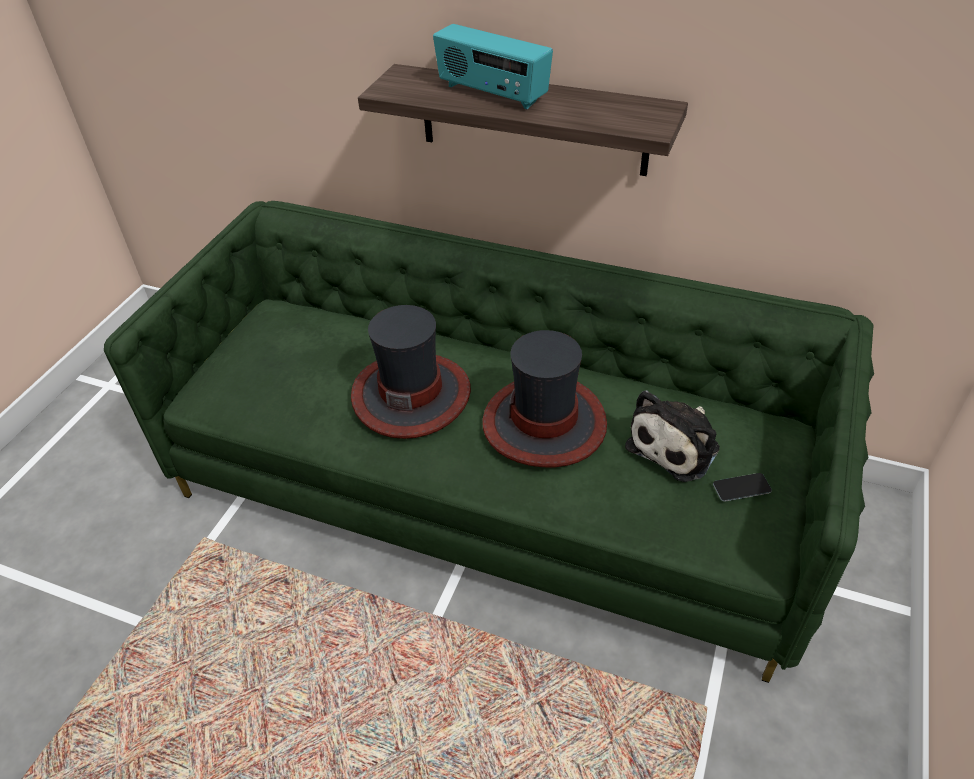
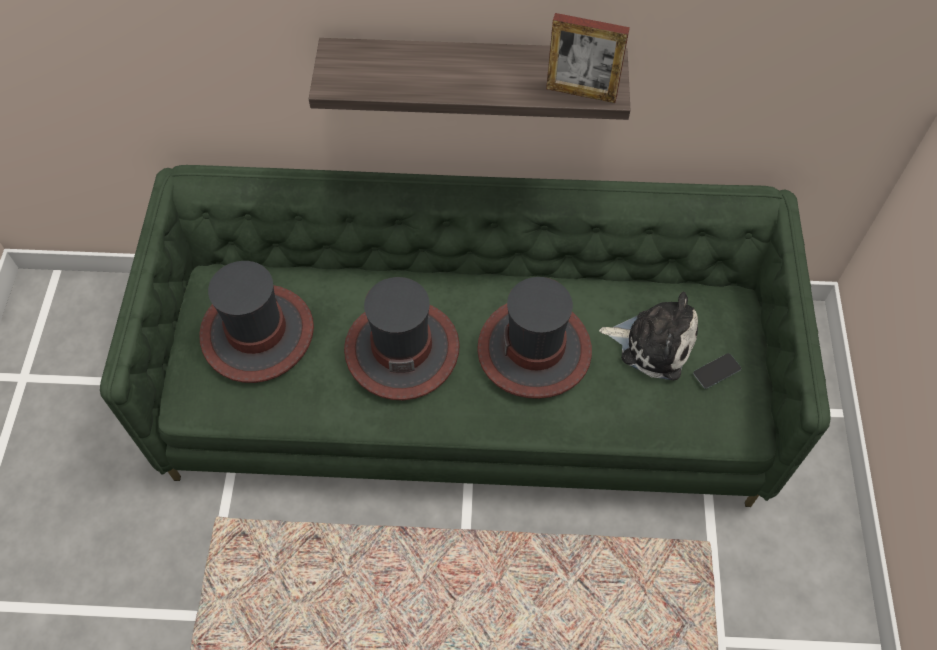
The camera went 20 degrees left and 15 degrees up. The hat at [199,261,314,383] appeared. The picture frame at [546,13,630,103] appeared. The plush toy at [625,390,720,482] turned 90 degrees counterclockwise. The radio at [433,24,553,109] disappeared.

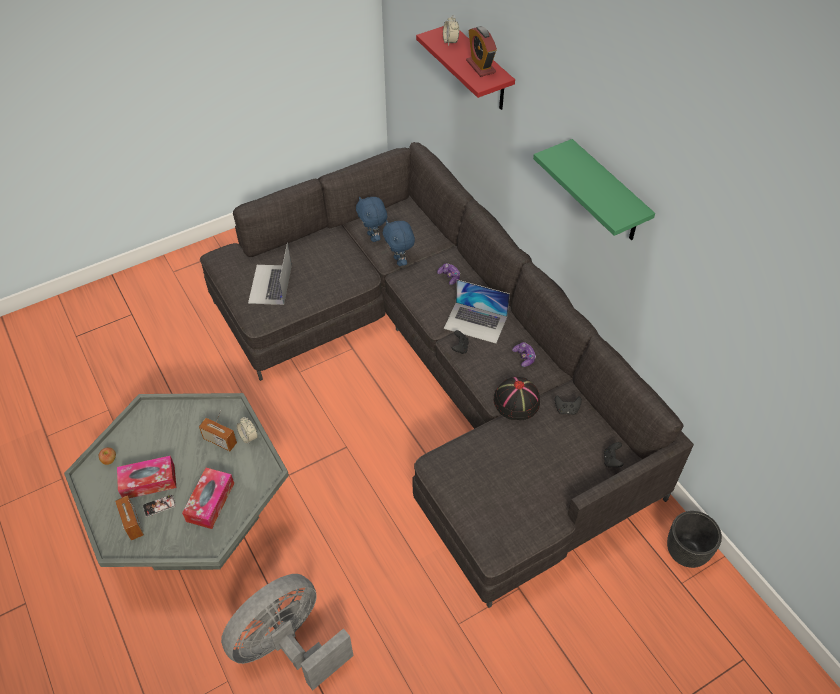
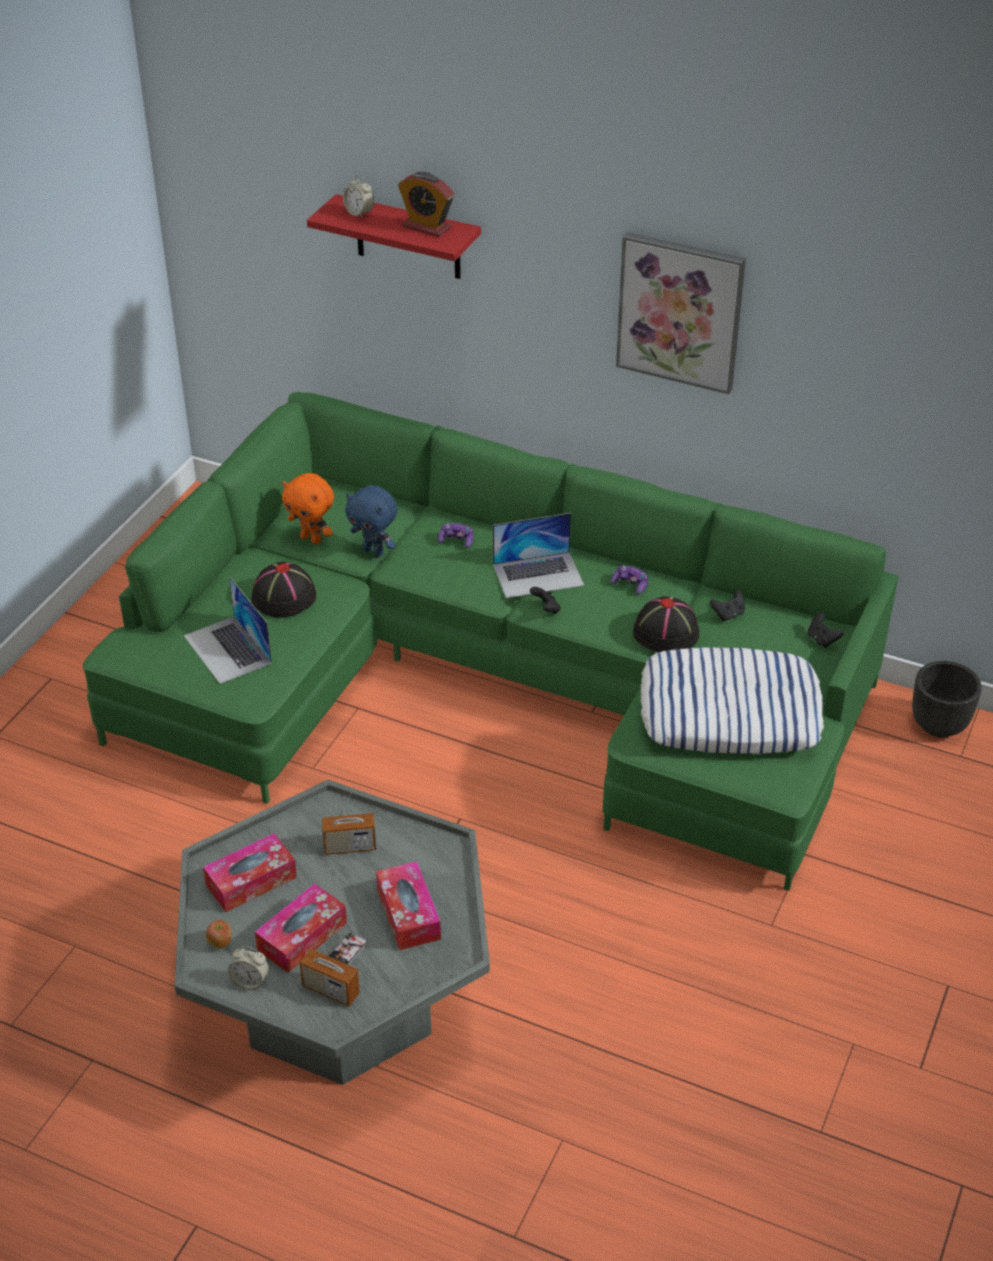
The camera went 35 degrees left and 10 degrees down. The grey sofa at [200,142,694,608] became the green sofa at [83,392,898,891]. The tissue box at [203,833,297,912] appeared. The alarm clock moved from [237,417,258,445] to [228,946,269,990]. The black hat at [251,561,316,618] appeared. The blue plush toy at [356,196,387,242] became the orange plush toy at [282,473,334,544]. The green shelf at [533,139,655,240] was replaced by the picture at [616,232,746,394]. The pillow at [641,647,824,754] appeared. The grey fan at [221,574,354,690] disappeared.

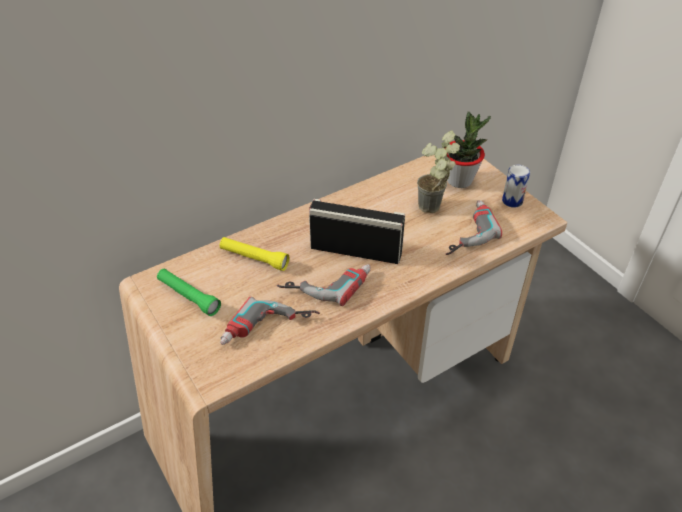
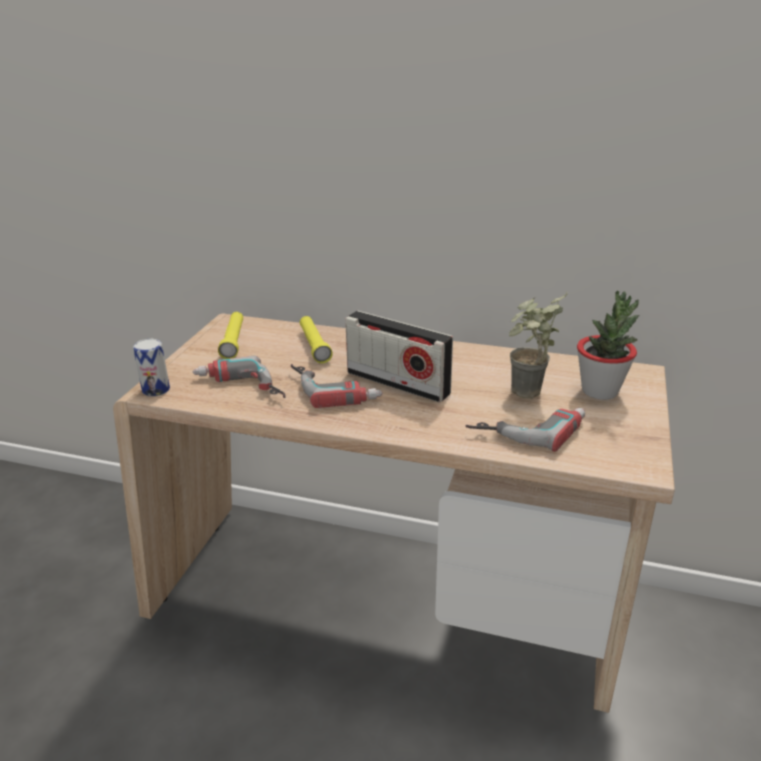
The camera went 50 degrees right and 15 degrees down. The can moved from [502,165,530,208] to [133,339,170,397]. The green flashlight at [157,269,221,316] became the yellow flashlight at [218,312,243,359]. The radio at [309,199,405,264] turned 150 degrees clockwise.

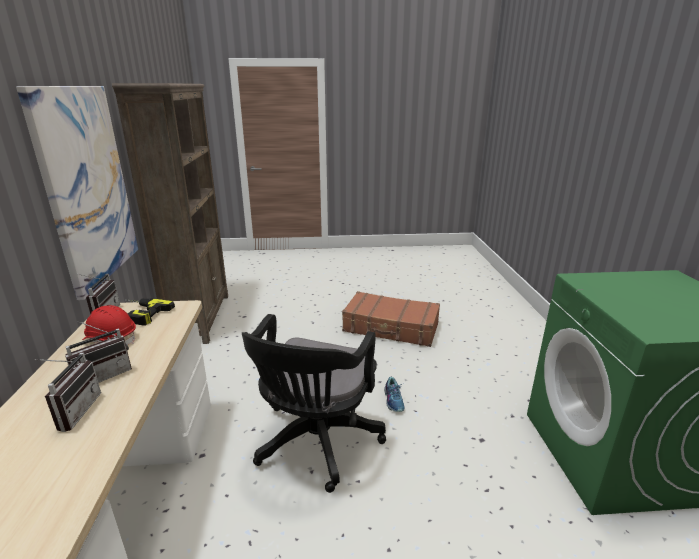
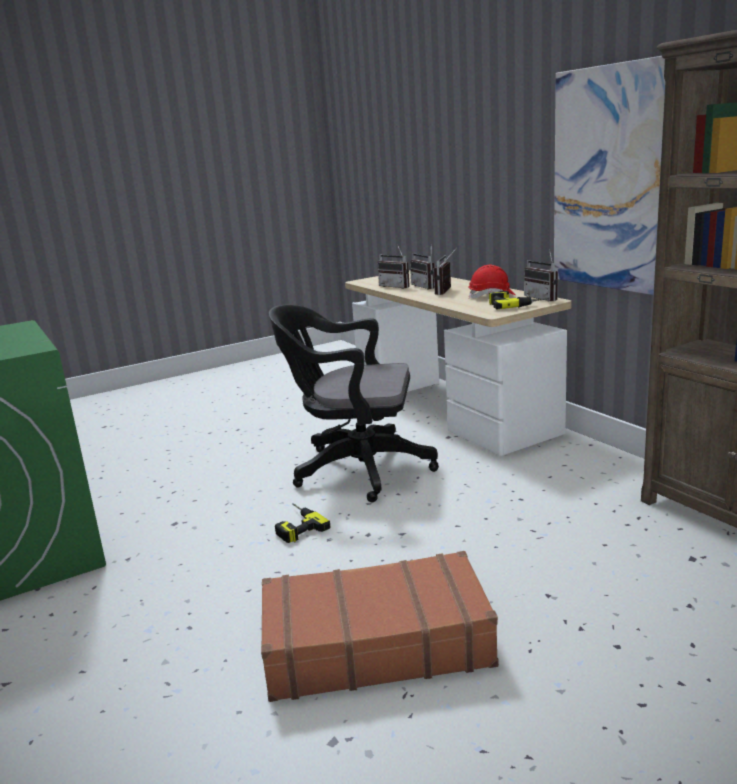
The camera went 155 degrees right and 5 degrees down. The black office chair at [242,314,386,493] turned 75 degrees counterclockwise. The shoe at [384,376,405,412] was replaced by the power drill at [275,503,330,543]. The radio at [377,244,410,289] appeared.

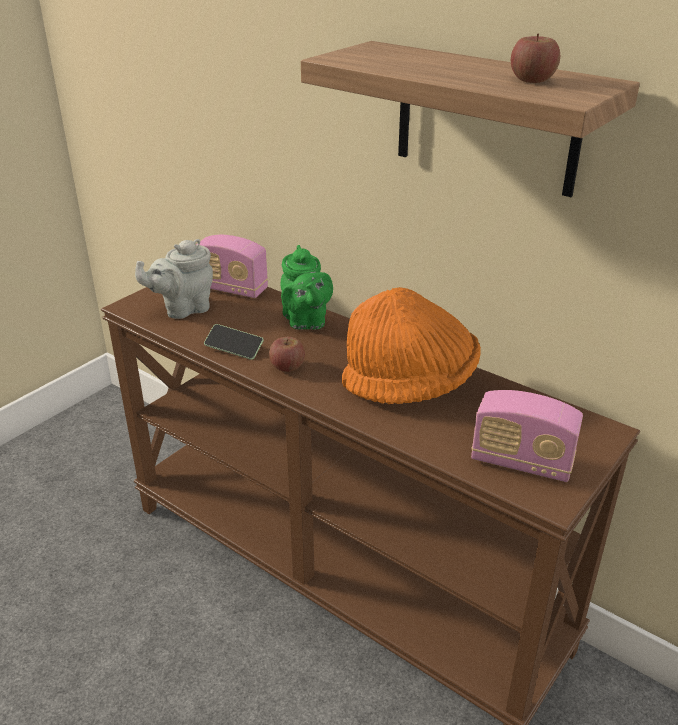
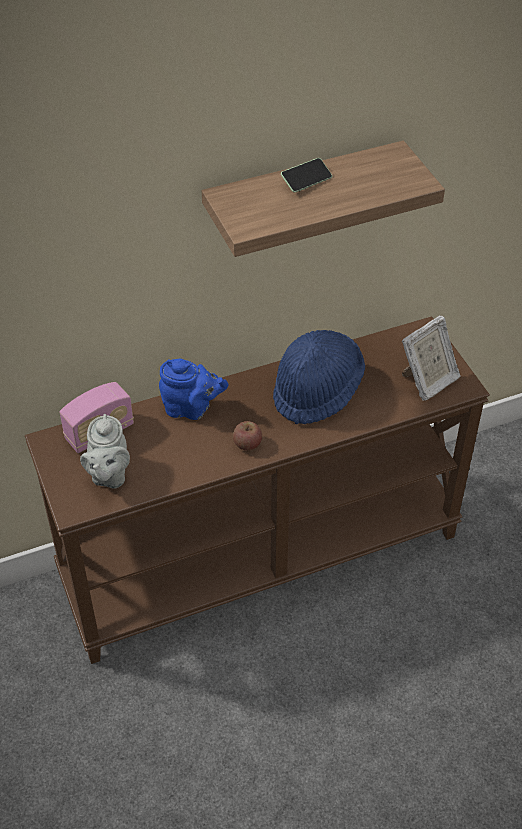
The camera went 60 degrees left and 15 degrees up. The green teapot at [281,245,333,330] became the blue teapot at [159,359,229,420]. The orange hat at [342,287,481,404] became the blue hat at [273,330,365,424]. The phone moved from [204,324,264,360] to [281,158,332,192]. The radio at [471,390,583,482] was replaced by the picture frame at [402,315,461,401]. The apple at [511,34,560,83] disappeared.

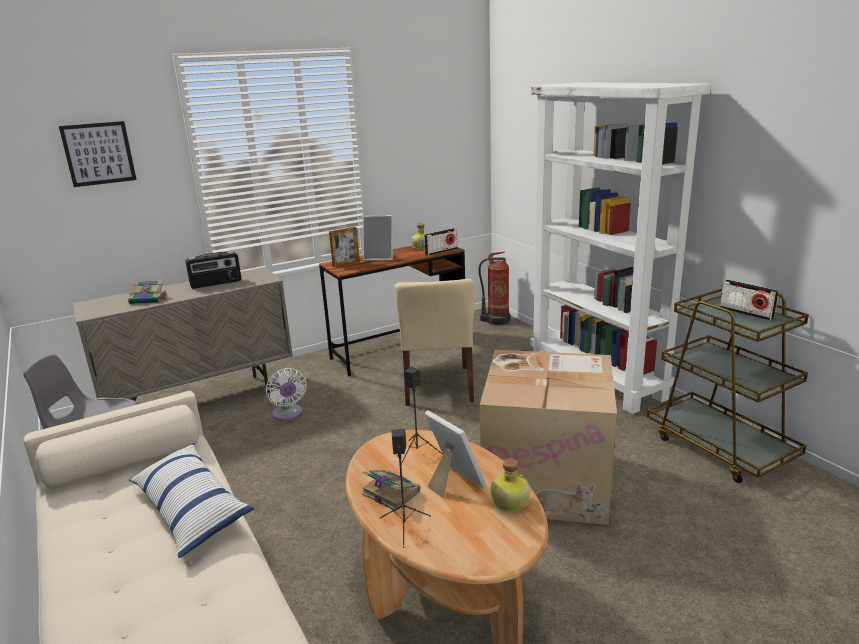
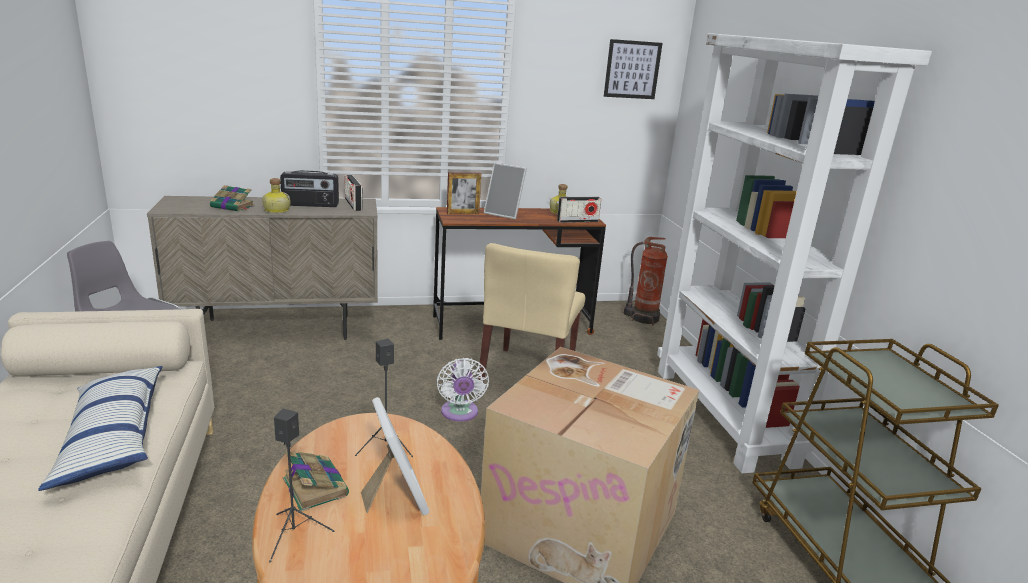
The camera went 15 degrees right and 0 degrees up. The bottle moved from [491,459,530,512] to [262,178,291,213]. The radio moved from [720,280,779,321] to [345,175,363,211]. The white fan moved from [265,368,307,421] to [437,358,489,422]. The picture moved from [59,121,137,187] to [604,39,663,99].

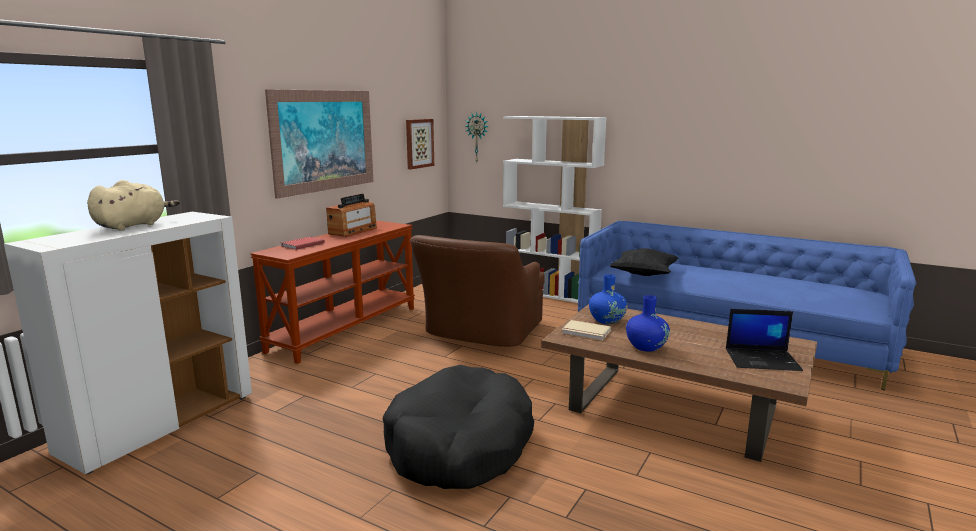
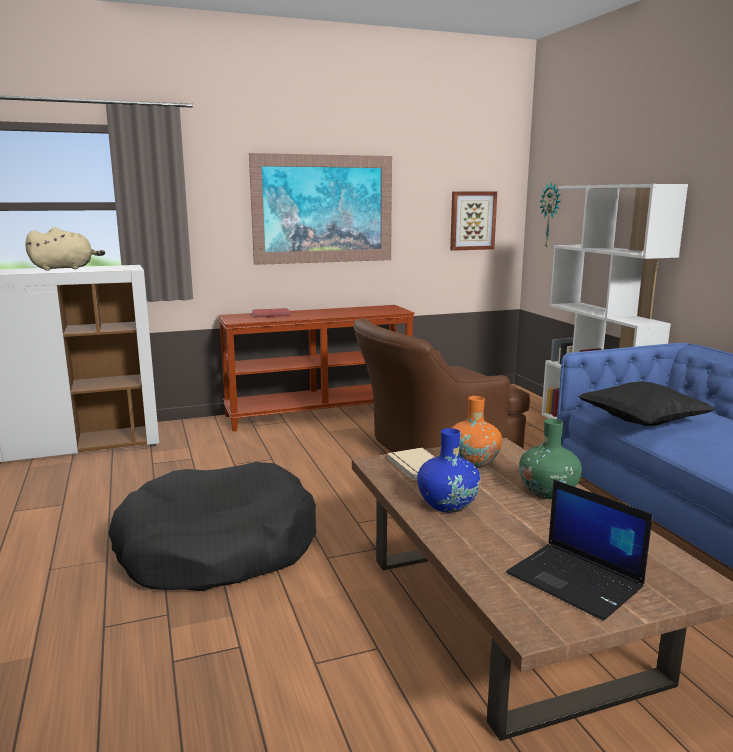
The camera went 40 degrees right and 0 degrees up. The blue vase at [589,274,627,324] became the orange vase at [452,396,502,468]. The green vase at [519,419,582,499] appeared. The radio at [326,194,377,237] disappeared.

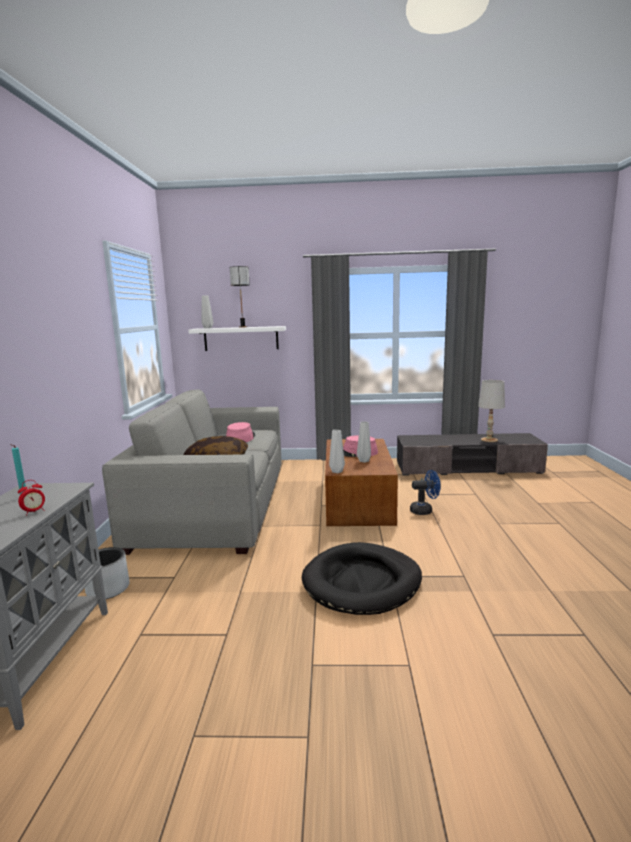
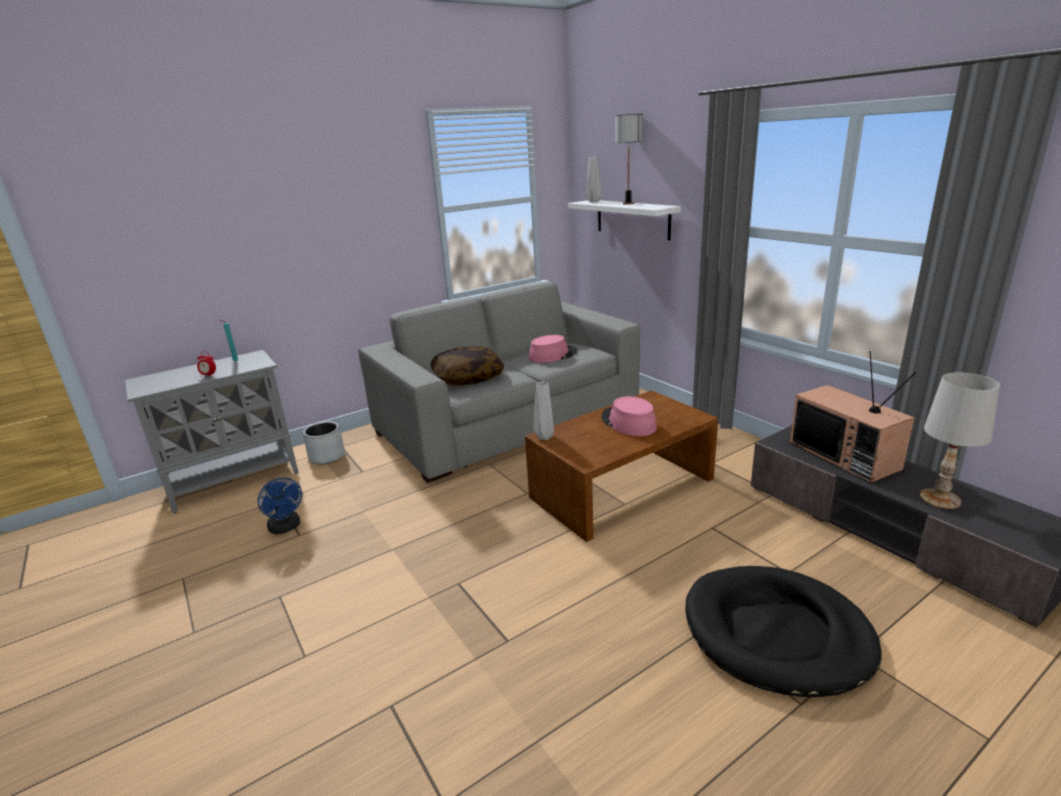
The camera went 55 degrees right and 10 degrees up. The blue fan moved from [410,470,441,515] to [258,477,302,534]. The black dog bed moved from [302,542,422,615] to [685,566,881,697]. The television at [790,351,917,483] appeared. The grey vase at [357,421,371,463] disappeared.

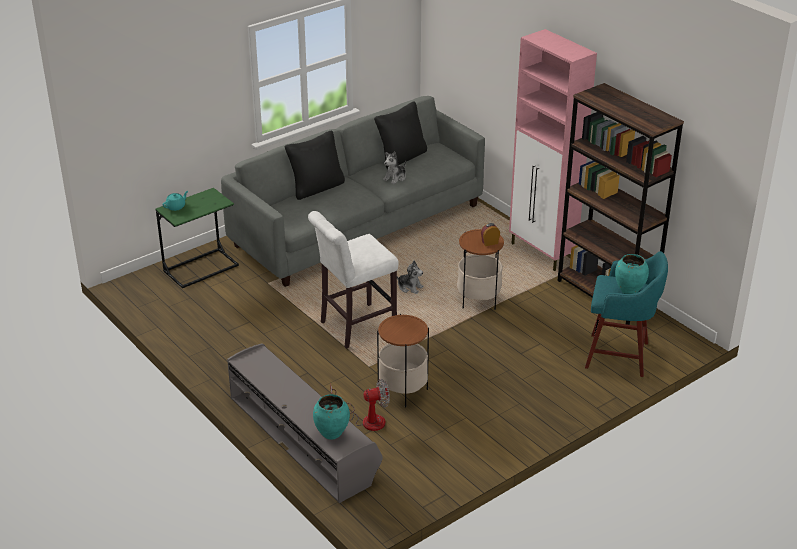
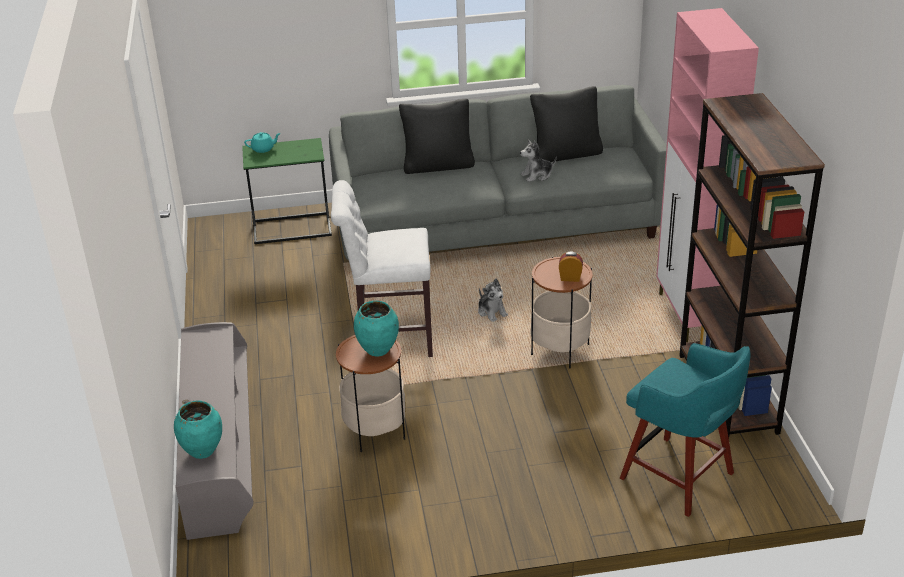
The camera went 30 degrees right and 0 degrees up. The turquoise vase moved from [615,254,649,294] to [354,301,399,357]. The fan at [330,379,390,431] disappeared.

